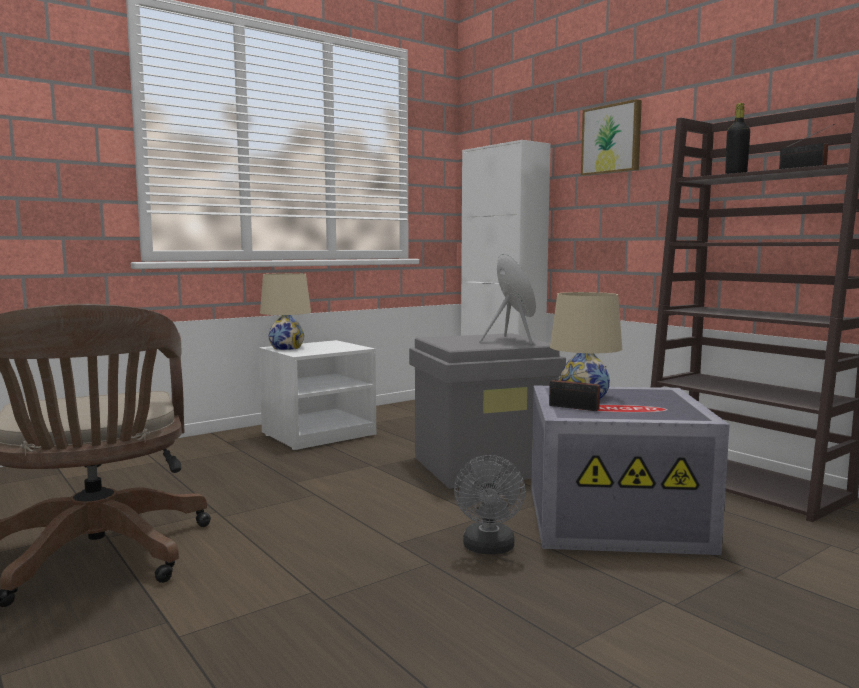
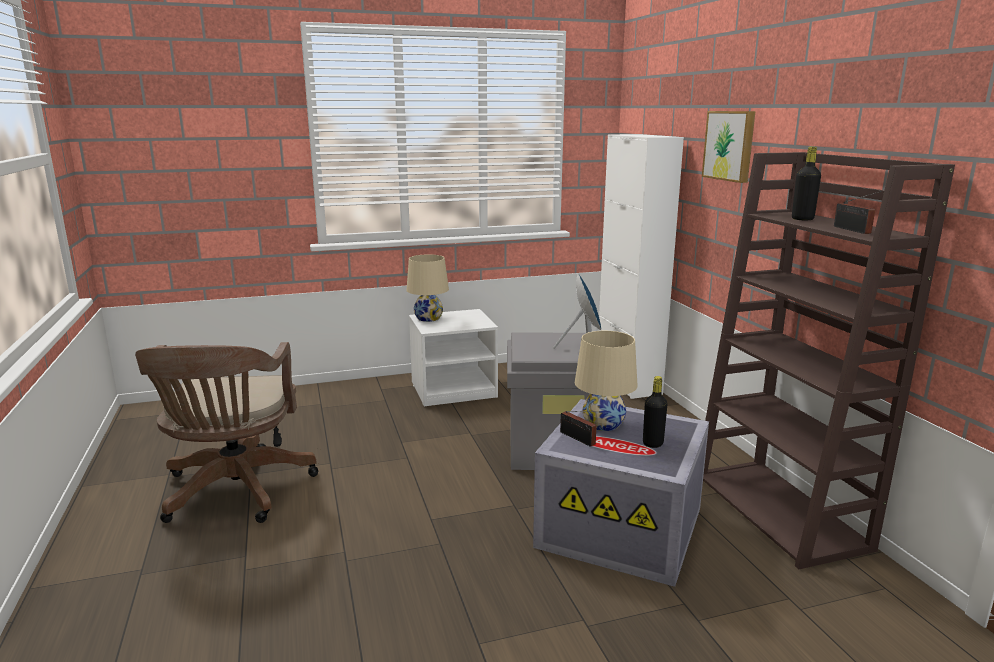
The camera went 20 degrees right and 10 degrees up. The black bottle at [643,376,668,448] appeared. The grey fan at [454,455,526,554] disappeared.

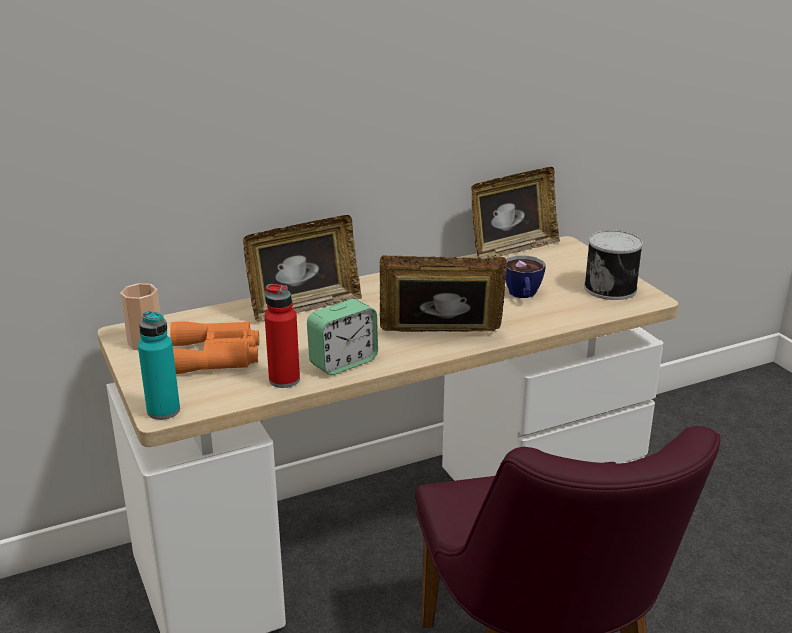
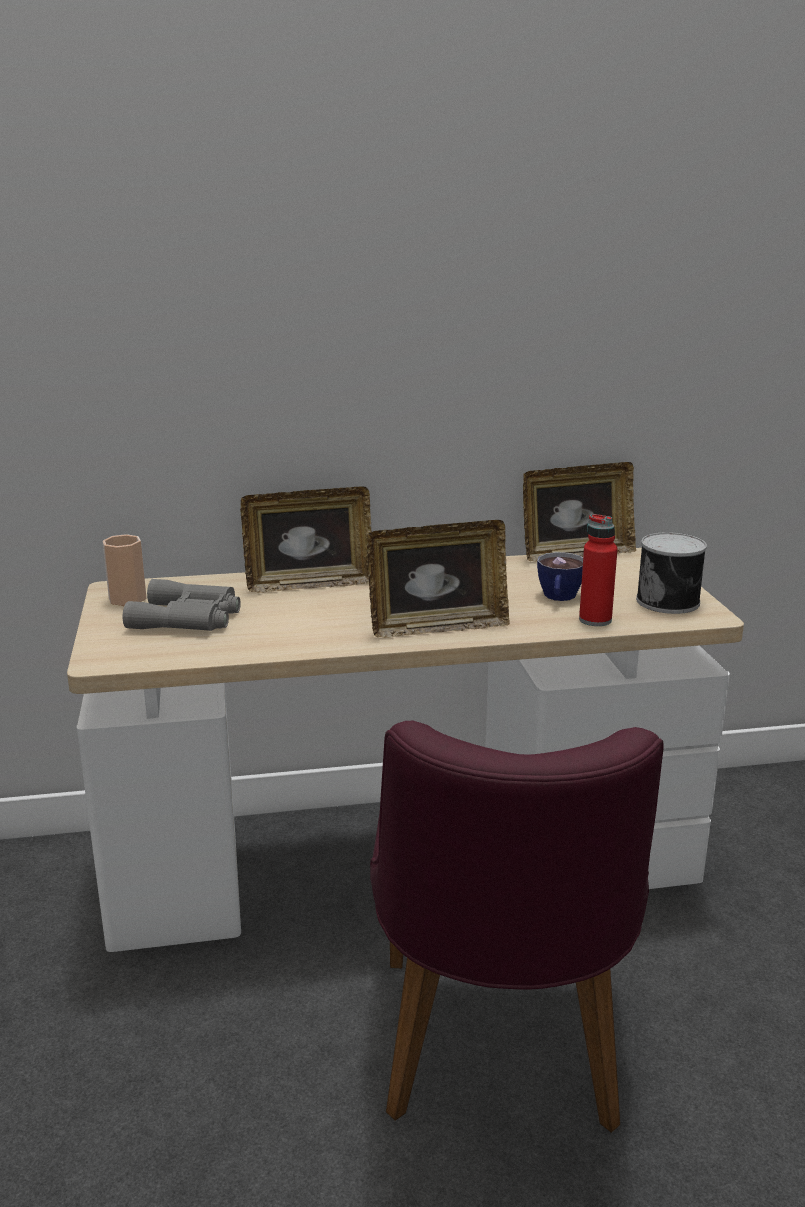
The camera went 15 degrees right and 5 degrees down. The orange binoculars at [170,321,259,374] became the grey binoculars at [122,579,241,631]. The picture frame at [379,255,507,332] turned 150 degrees clockwise. The red bottle moved from [265,284,300,388] to [579,514,618,626]. The turquoise bottle at [138,311,180,420] disappeared. The alarm clock at [307,299,378,375] disappeared.

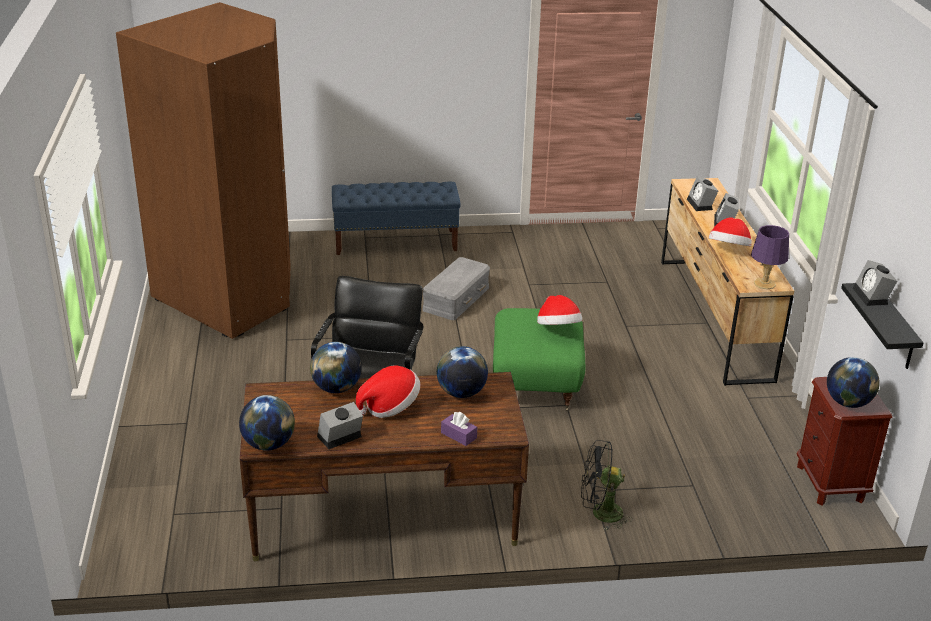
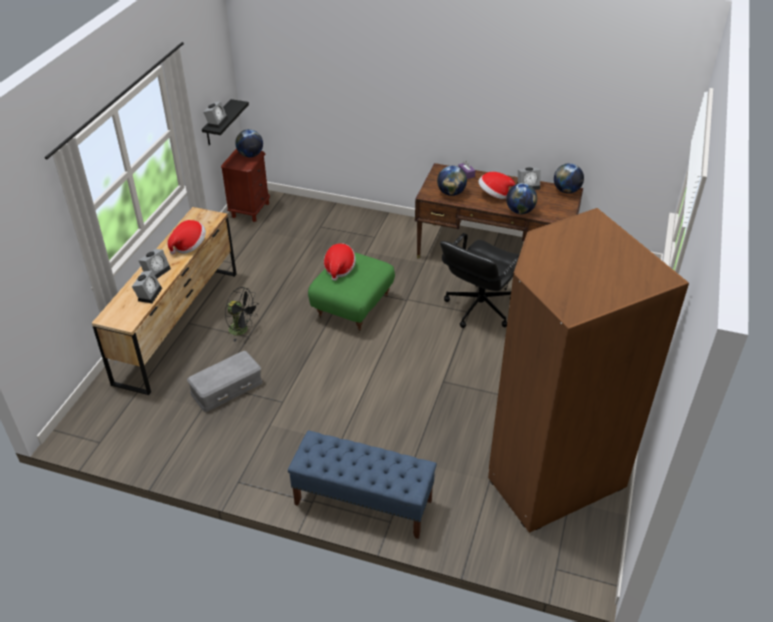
The camera went 155 degrees left and 10 degrees up. The grey storage box moved from [423,257,490,320] to [187,351,263,412]. The black fan moved from [581,440,633,530] to [225,287,257,342]. The purple table lamp at [751,225,789,289] disappeared.

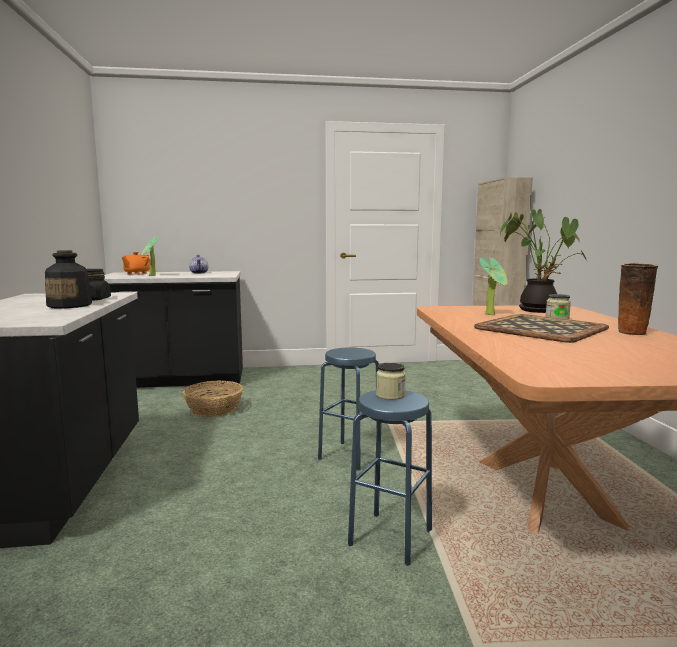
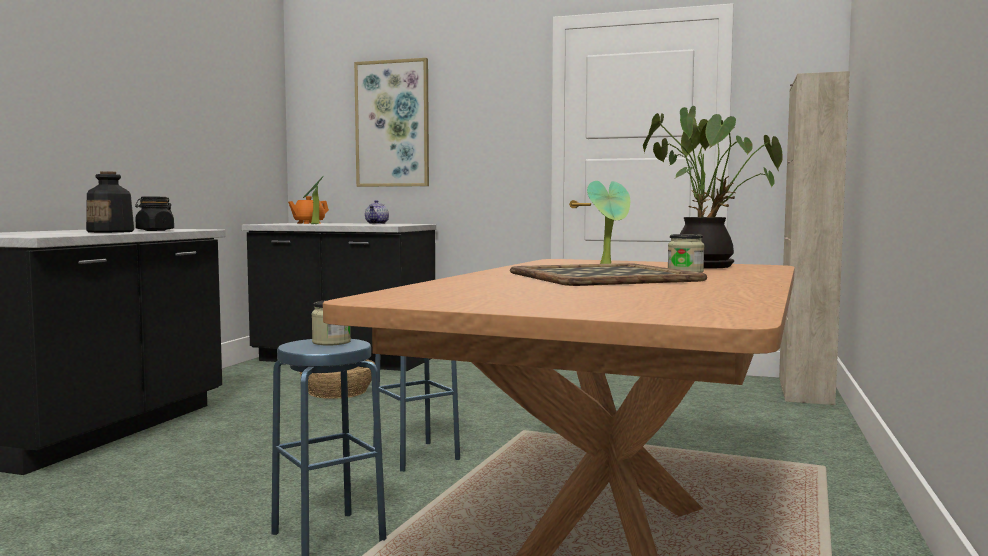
The camera went 25 degrees right and 5 degrees down. The picture at [354,58,429,187] appeared. The vase at [617,263,658,336] disappeared.

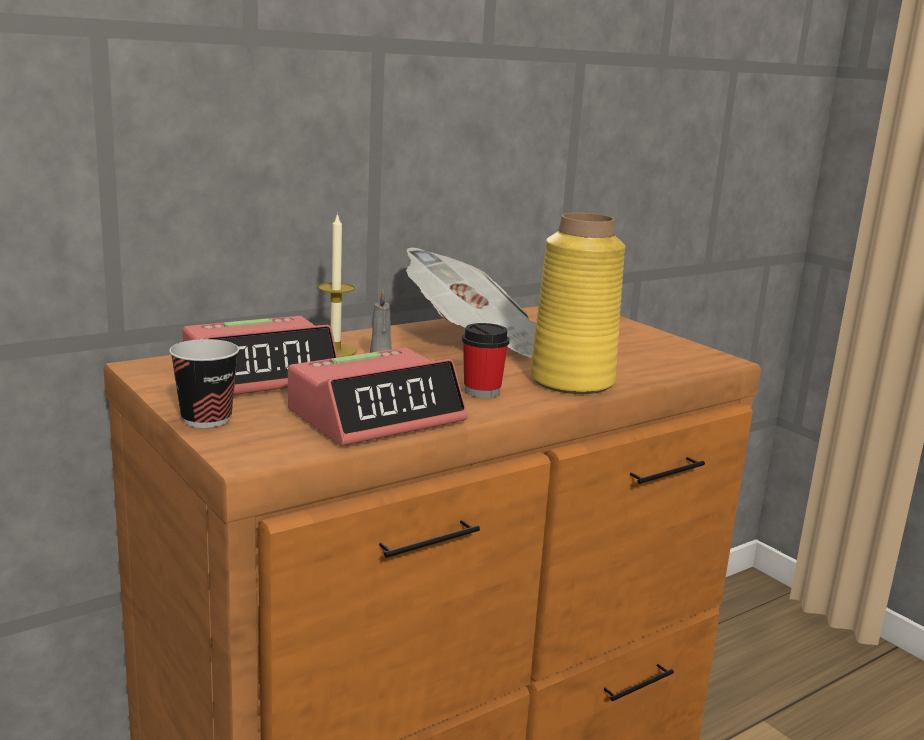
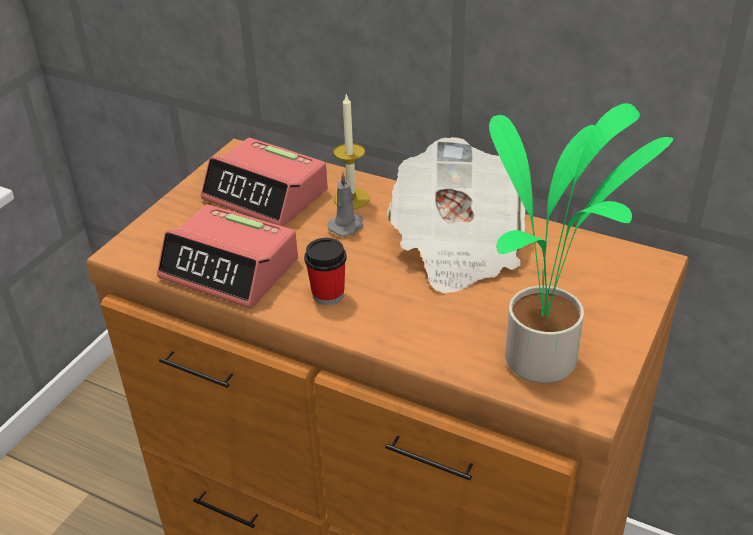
The camera went 65 degrees right and 20 degrees up. The potted plant at [489,103,673,383] appeared. The cup at [169,339,239,428] disappeared. The yellow vase at [530,213,626,394] disappeared.

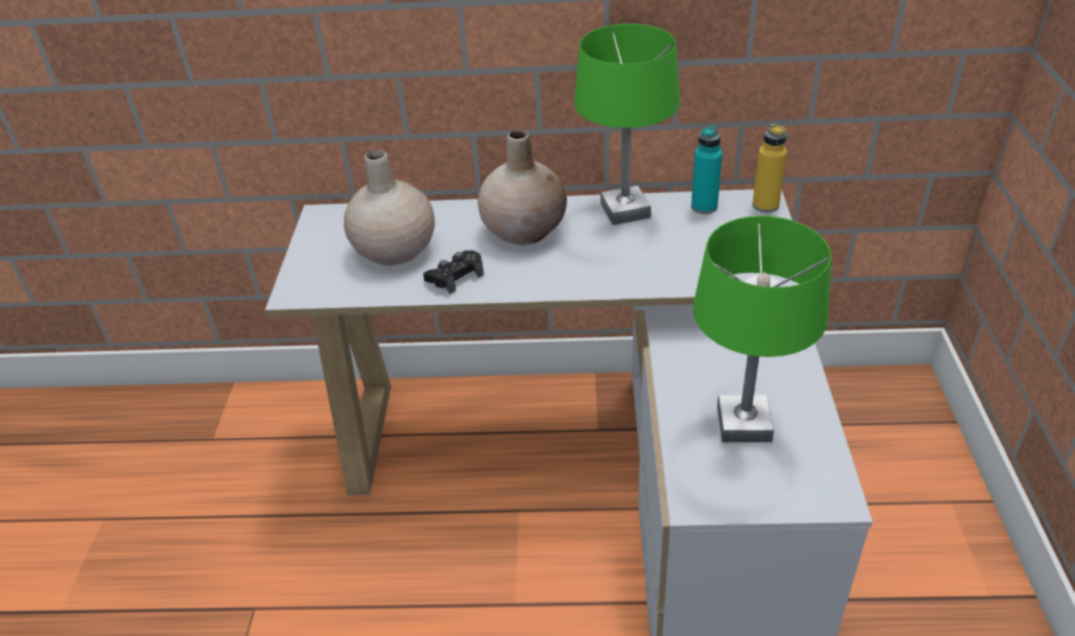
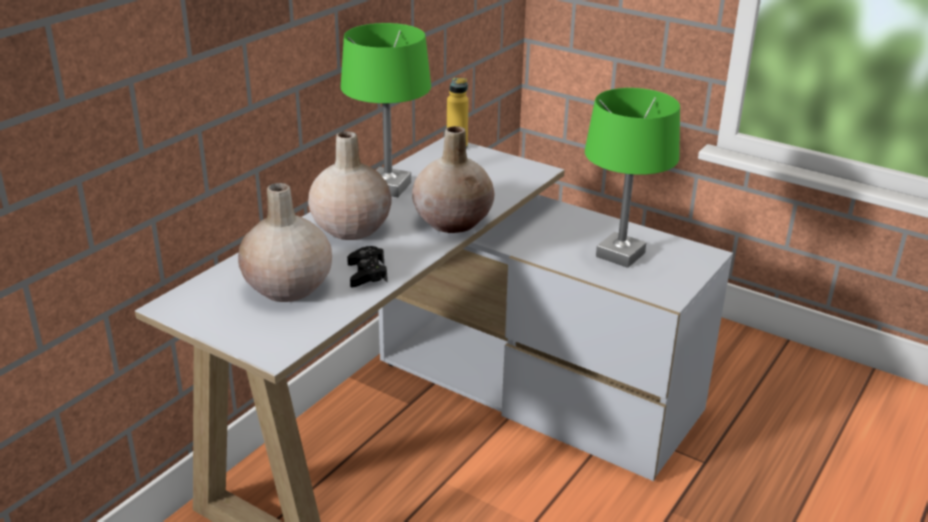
The camera went 60 degrees left and 10 degrees down. The beige vase at [412,126,494,233] appeared. The turquoise bottle at [691,126,722,214] disappeared.

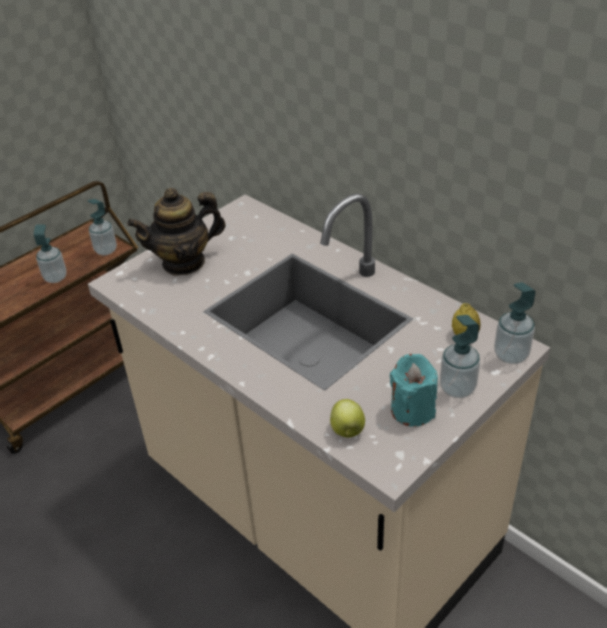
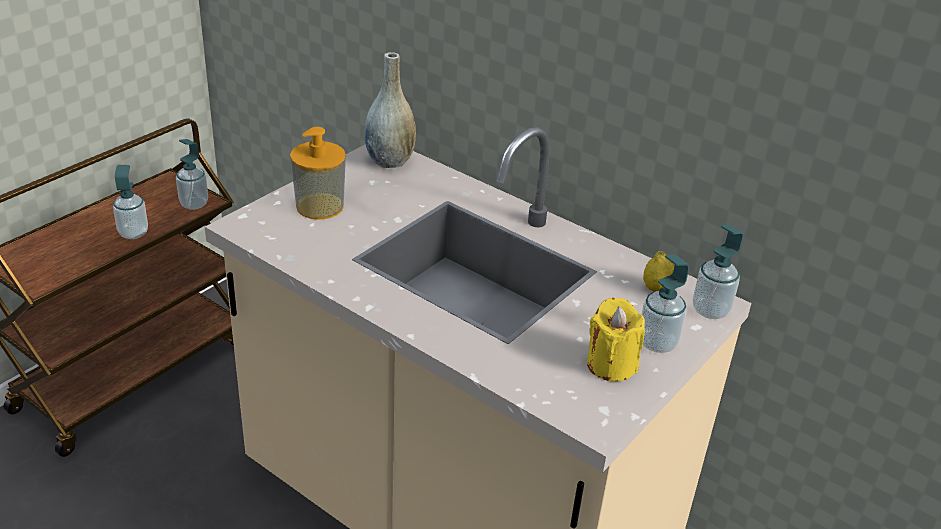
The camera went 10 degrees left and 5 degrees down. The teapot at [127,188,225,275] was replaced by the soap dispenser at [290,127,346,220]. The grey vase at [365,52,416,168] appeared. The turquoise candle at [390,354,438,427] became the yellow candle at [587,298,645,381]. The apple at [330,399,365,438] disappeared.

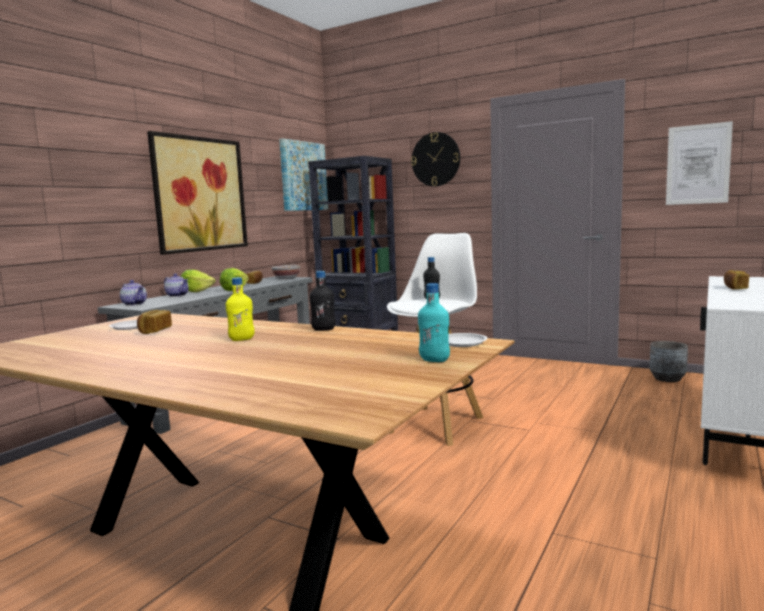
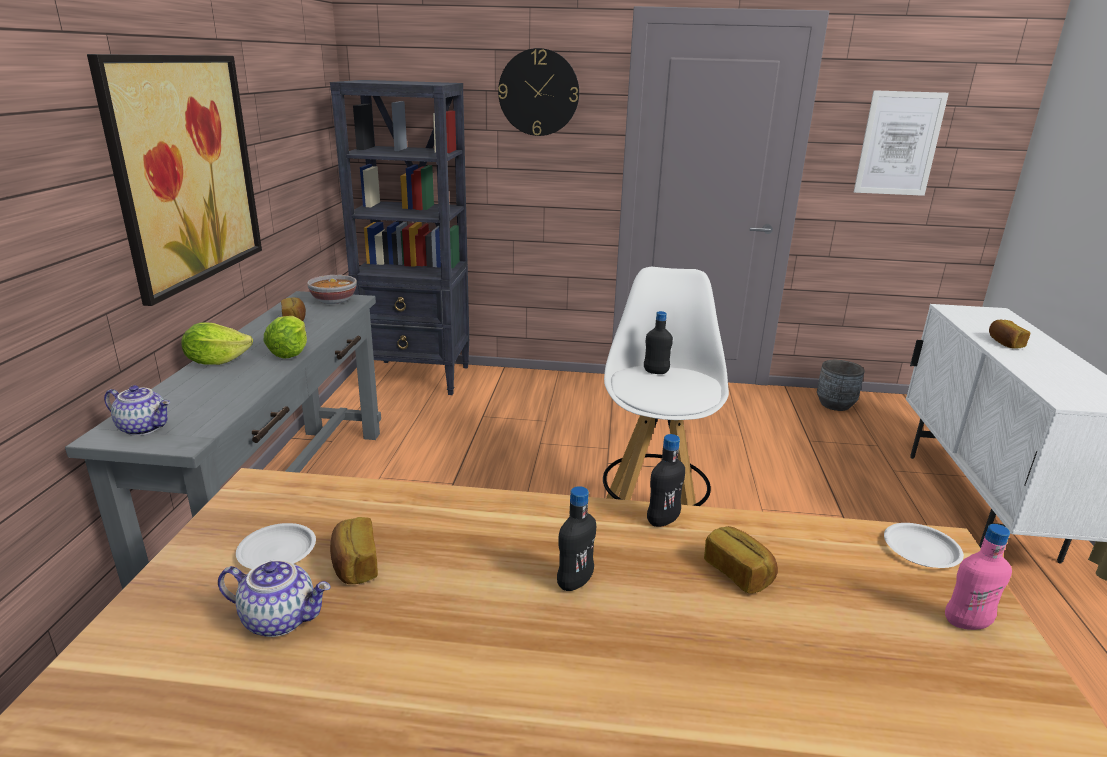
The camera went 25 degrees left and 15 degrees up. The teapot moved from [164,274,189,297] to [218,560,331,637]. The yellow bottle at [226,277,254,341] became the black bottle at [557,486,596,591]. The bread at [704,526,778,593] appeared. The turquoise bottle at [418,283,450,362] became the pink bottle at [945,524,1012,630]. The picture at [279,138,328,211] disappeared.

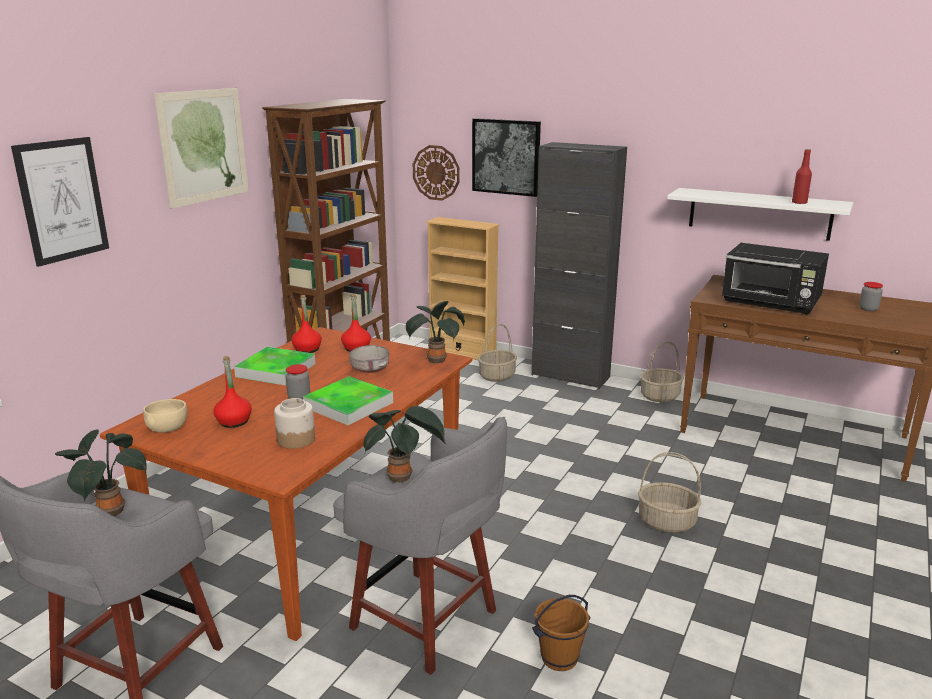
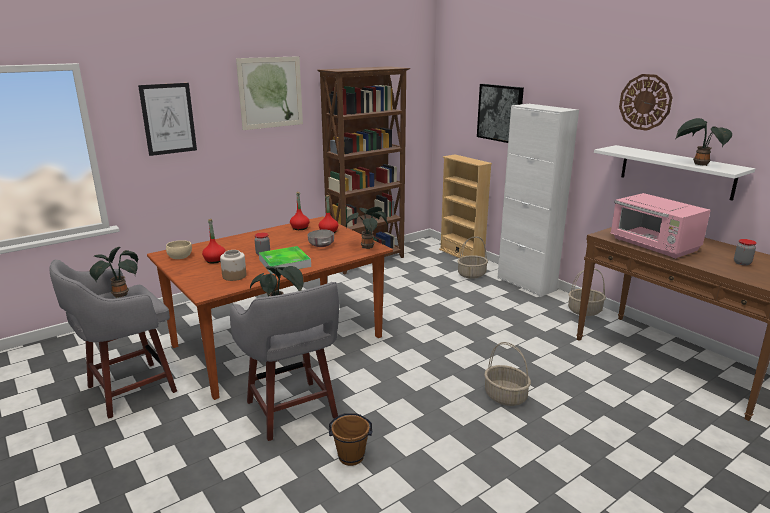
The camera went 25 degrees right and 0 degrees up. The black cabinet at [531,142,627,389] became the white cabinet at [498,104,579,297]. The black microwave at [722,243,829,315] became the pink microwave at [611,193,711,259]. The wall clock moved from [413,145,460,201] to [619,74,673,131]. The red bottle at [792,149,812,204] was replaced by the potted plant at [676,118,732,166]. The tray at [234,347,316,385] disappeared.

